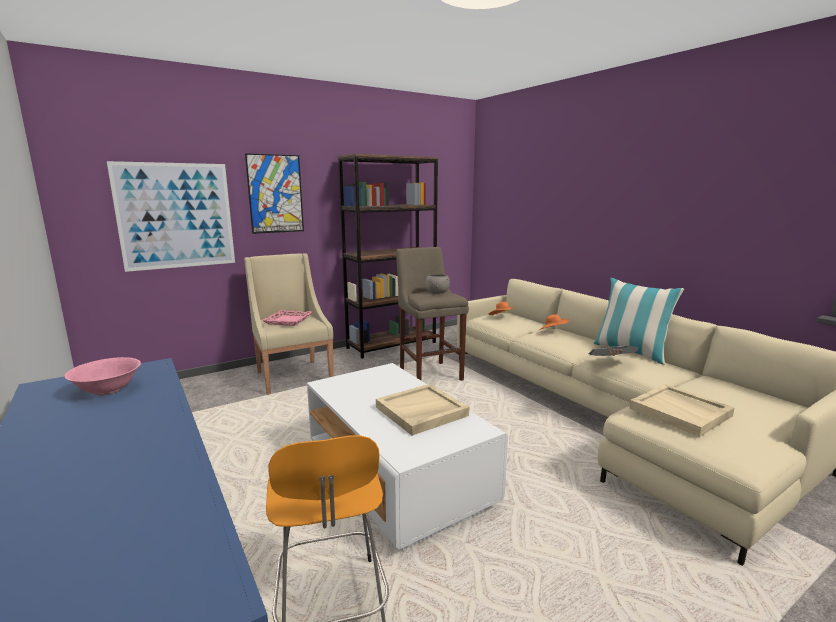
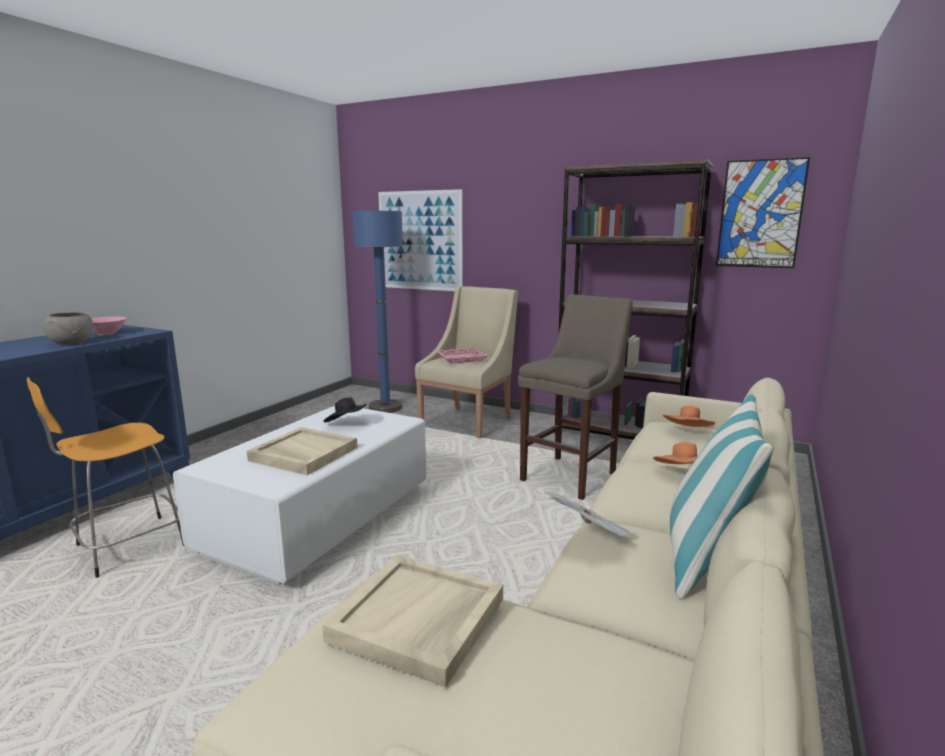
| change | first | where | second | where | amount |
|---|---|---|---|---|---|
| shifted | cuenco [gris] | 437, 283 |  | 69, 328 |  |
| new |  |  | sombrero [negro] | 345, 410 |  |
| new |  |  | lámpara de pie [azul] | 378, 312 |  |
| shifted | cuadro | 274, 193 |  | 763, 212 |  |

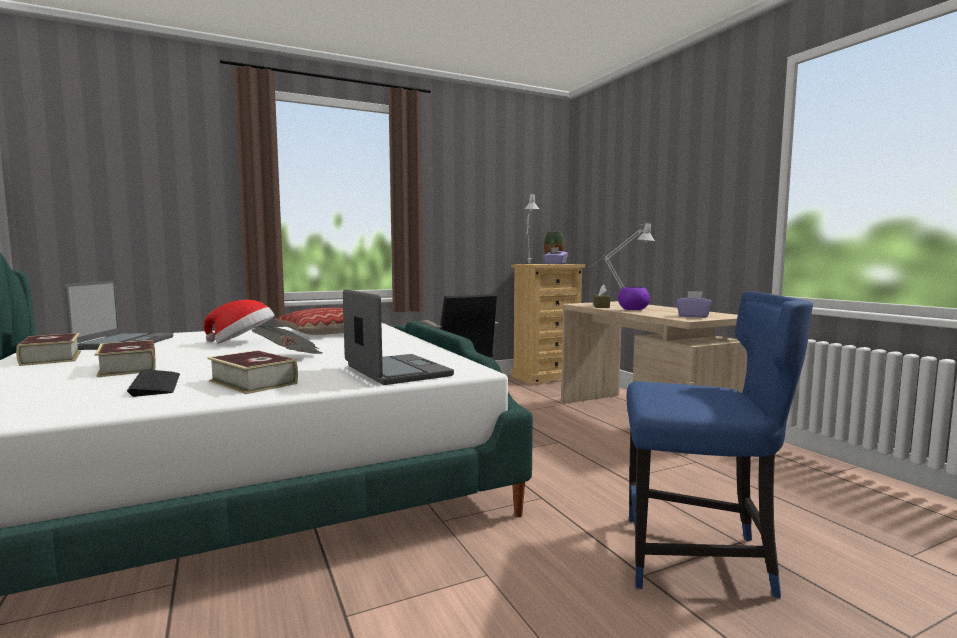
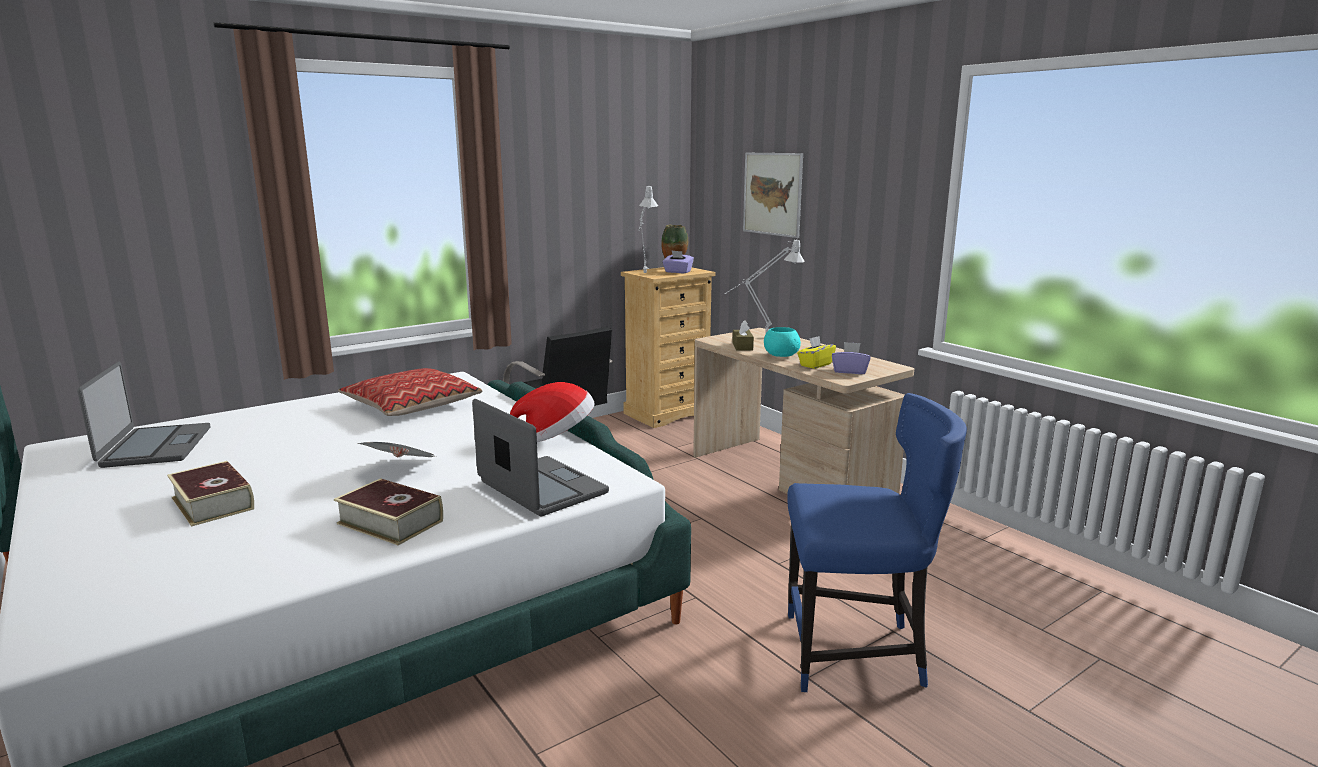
| change | first | where | second | where | amount |
|---|---|---|---|---|---|
| shifted | sombrero | 239, 322 |  | 552, 412 |  |
| new |  |  | cuadro | 773, 195 |  |
| repainted | cuenco [morado] | 634, 298 | cuenco [turquesa] | 782, 342 |  |
| new |  |  | caja de pañuelos [amarillo] | 816, 352 |  |
| gone | libro | 48, 349 |  |  |  |
| gone | teclado | 153, 383 |  |  |  |

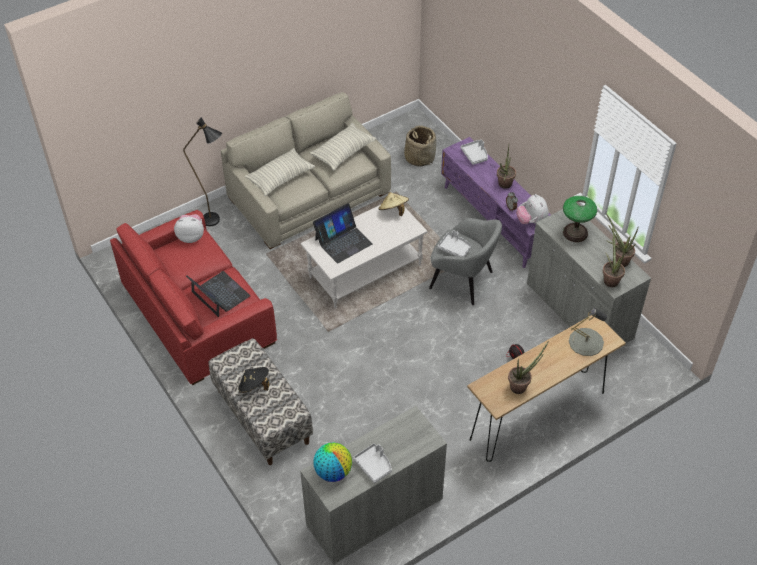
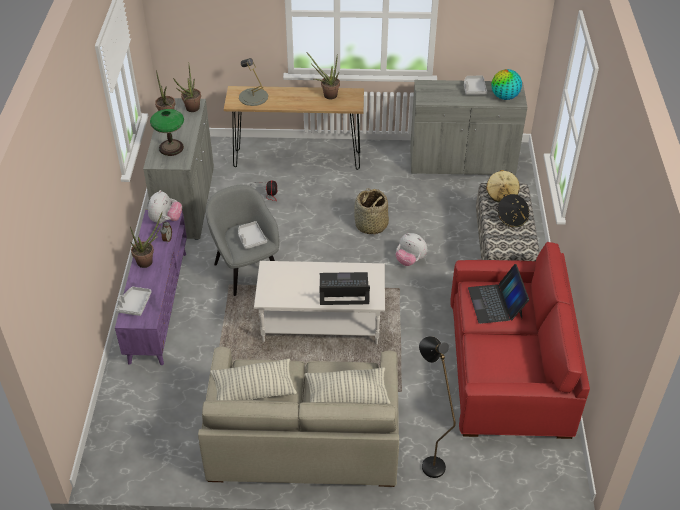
| change | first | where | second | where | amount |
|---|---|---|---|---|---|
| shifted | cesta | 420, 146 |  | 371, 211 |  |
| shifted | peluche | 189, 228 |  | 411, 249 |  |
| shifted | sombrero [beis] | 394, 204 |  | 503, 186 |  |

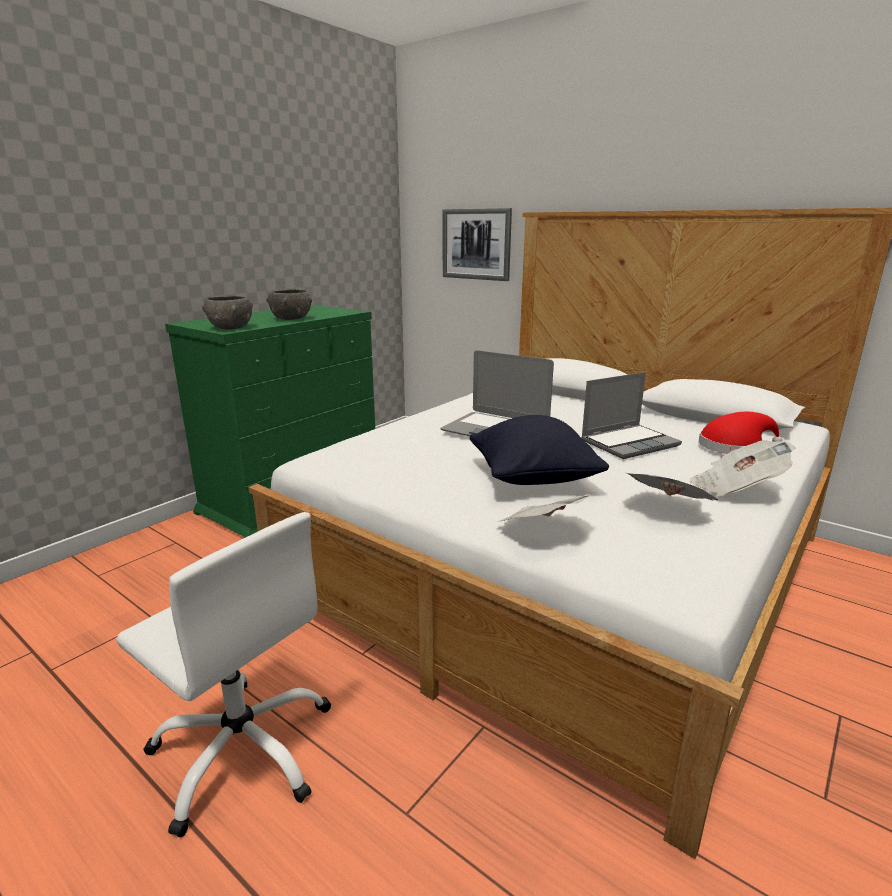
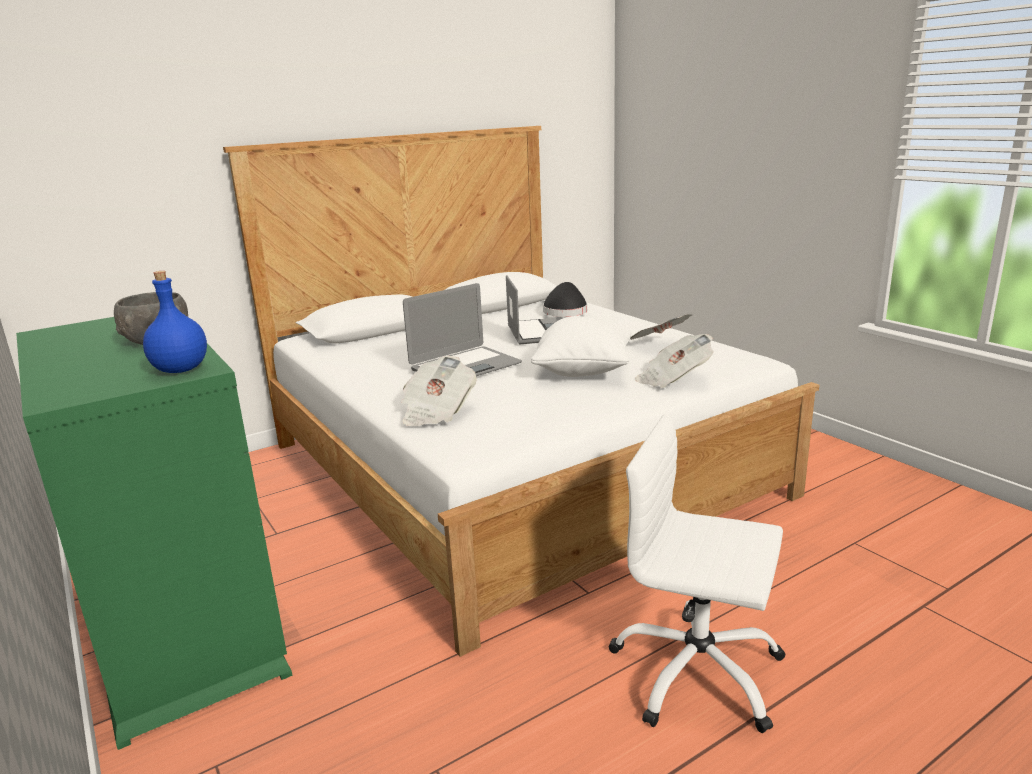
| change | first | where | second | where | amount |
|---|---|---|---|---|---|
| swapped | cuenco [gris] | 227, 312 | botella [azul] | 175, 322 |  |
| shifted | periódico | 743, 468 |  | 439, 391 |  |
| repainted | cojín [negro] | 539, 450 | cojín [blanco] | 581, 346 |  |
| repainted | sombrero [rojo] | 740, 433 | sombrero [negro] | 565, 299 |  |
| rotated | silla de oficina [blanco] | 223, 674 |  | 697, 573 | 120 degrees counterclockwise |
| gone | cuadro | 477, 244 |  |  |  |

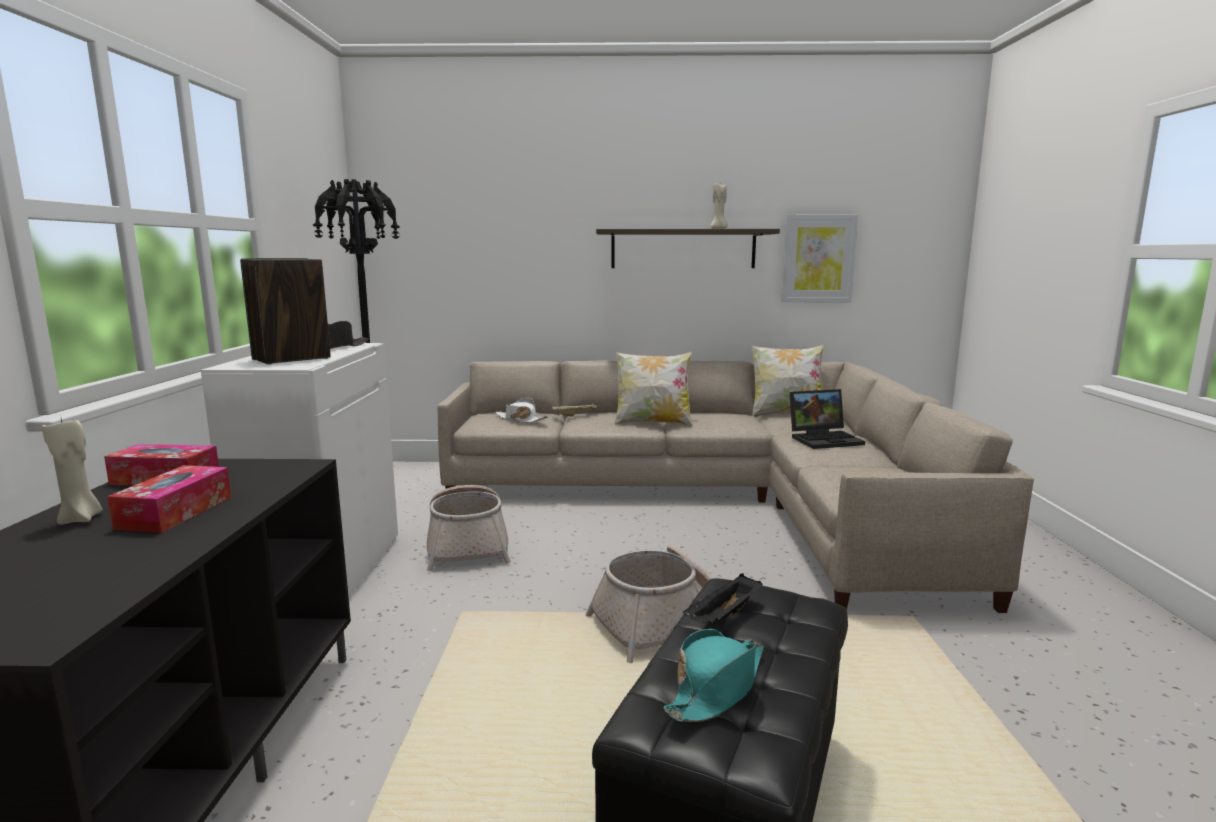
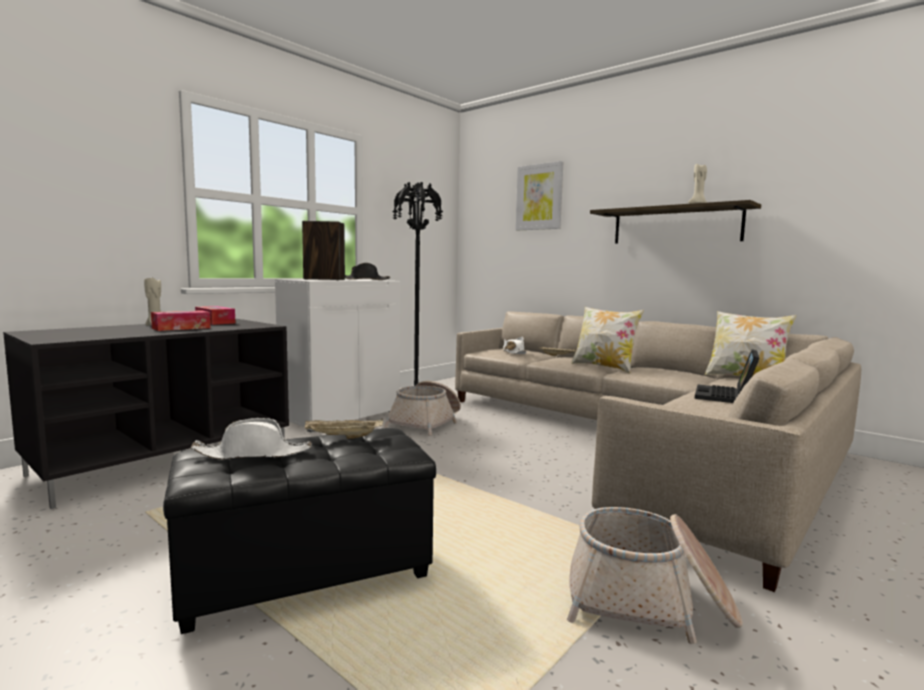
| change | first | where | second | where | amount |
|---|---|---|---|---|---|
| repainted | sombrero [turquesa] | 713, 675 | sombrero [blanco] | 251, 438 |  |
| repainted | bandeja [negro] | 723, 598 | bandeja [beis] | 344, 428 |  |
| shifted | cuadro | 819, 258 |  | 539, 195 |  |
| shifted | cesta | 648, 604 |  | 655, 575 |  |
| rotated | portátil | 827, 419 |  | 727, 376 | 90 degrees clockwise |

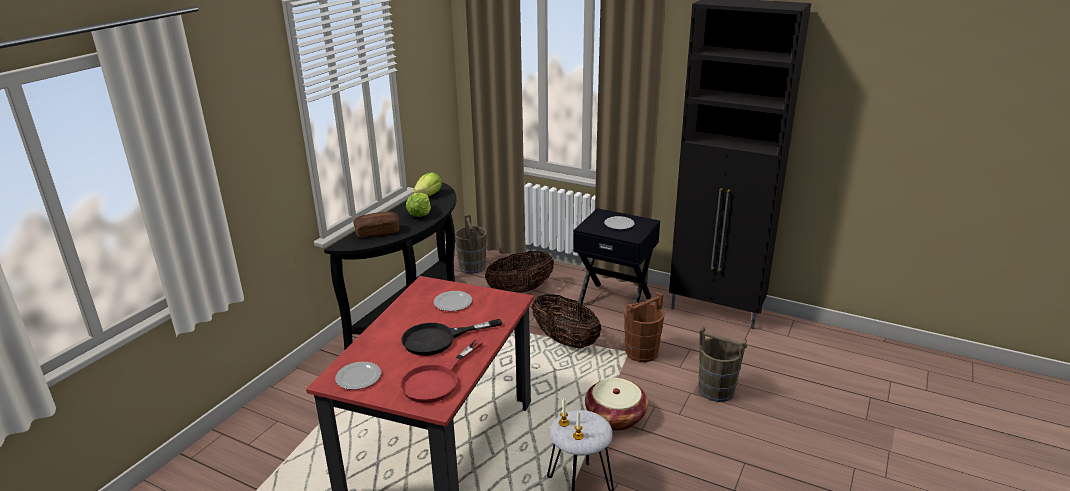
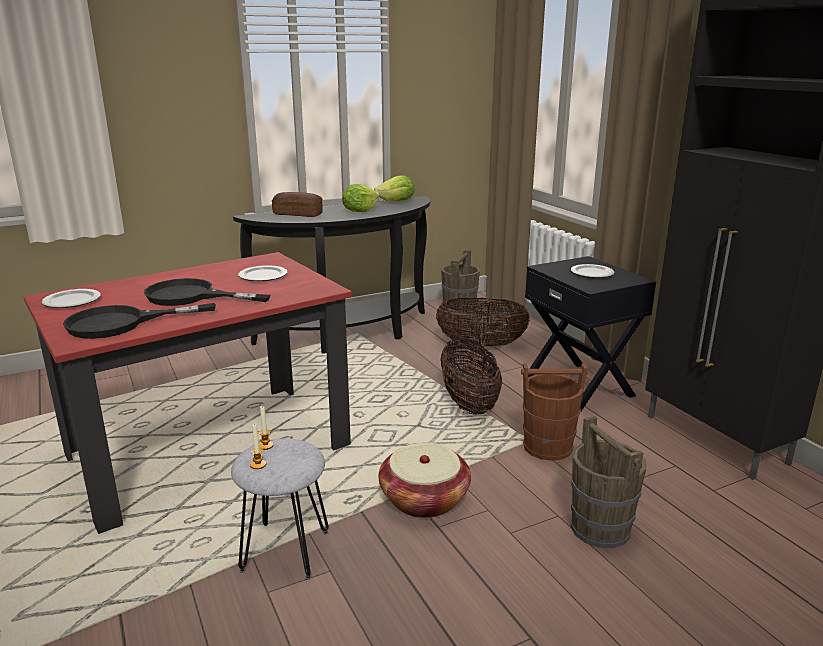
| change | first | where | second | where | amount |
|---|---|---|---|---|---|
| repainted | sartén [rojo] | 441, 371 | sartén [negro] | 139, 321 |  |

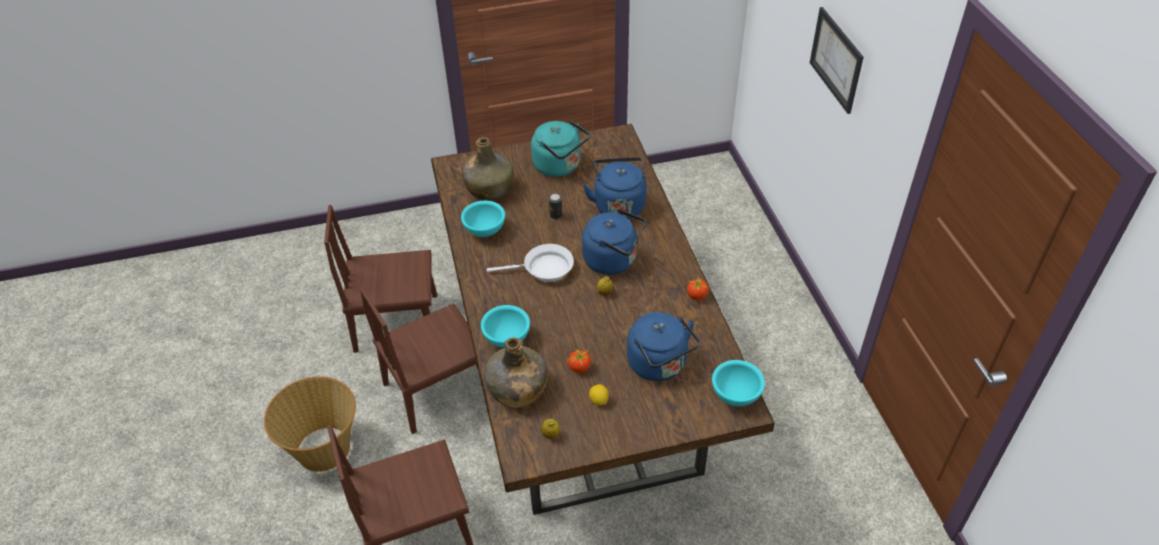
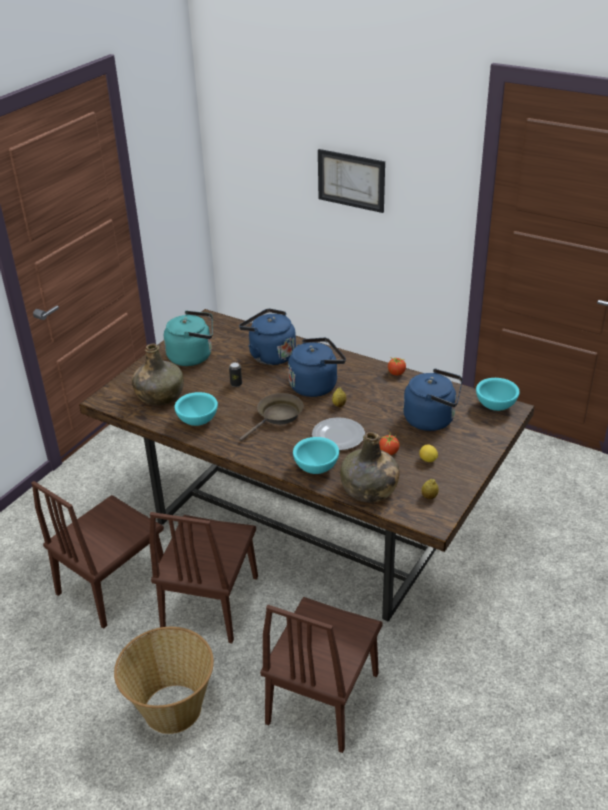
| change | first | where | second | where | amount |
|---|---|---|---|---|---|
| repainted | sartén [blanco] | 530, 263 | sartén [marrón] | 271, 417 |  |
| new |  |  | plato | 338, 433 |  |

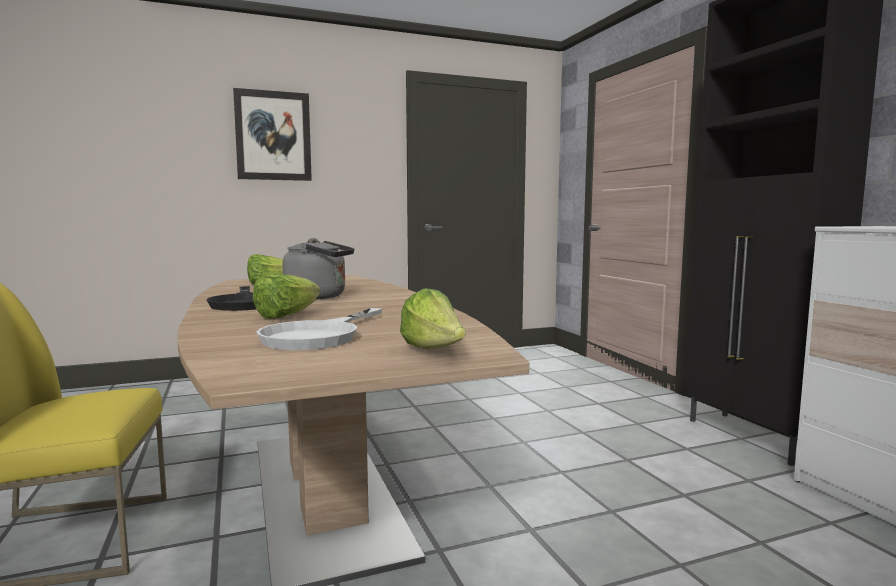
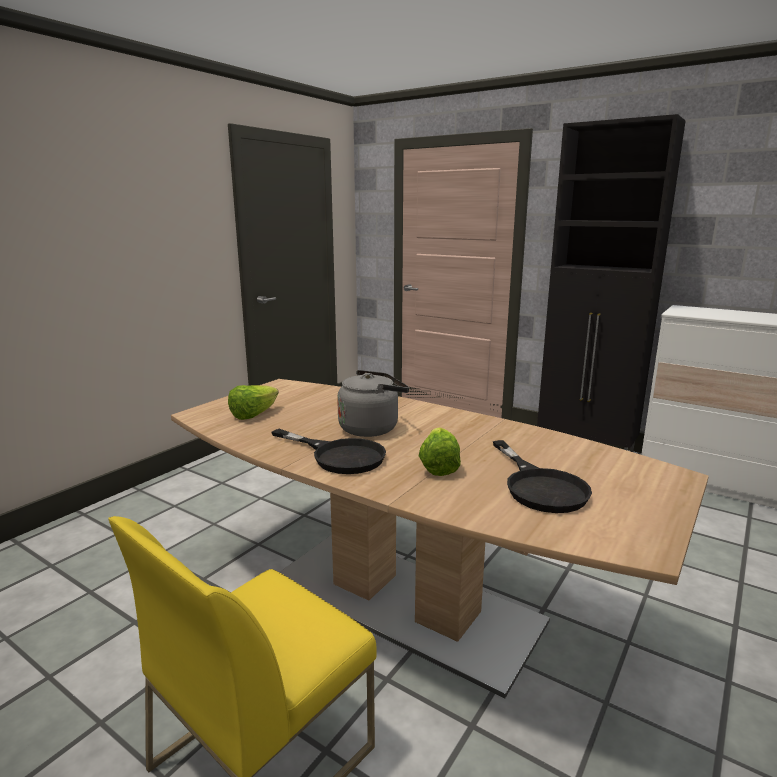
| change | first | where | second | where | amount |
|---|---|---|---|---|---|
| repainted | sartén [blanco] | 319, 329 | sartén [negro] | 542, 476 |  |
| gone | cuadro | 272, 134 |  |  |  |
| gone | lechuga | 433, 318 |  |  |  |

